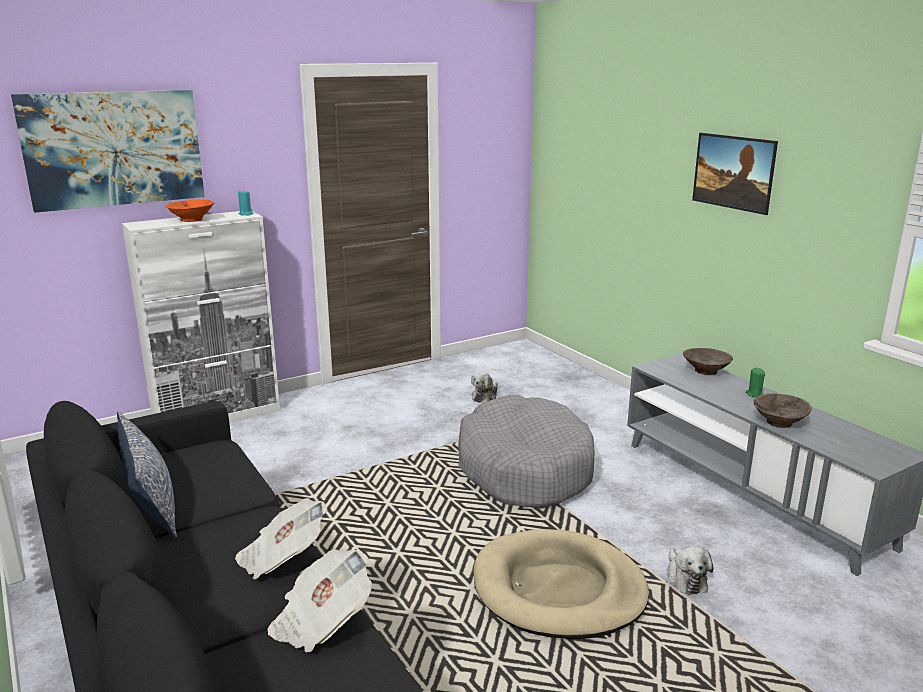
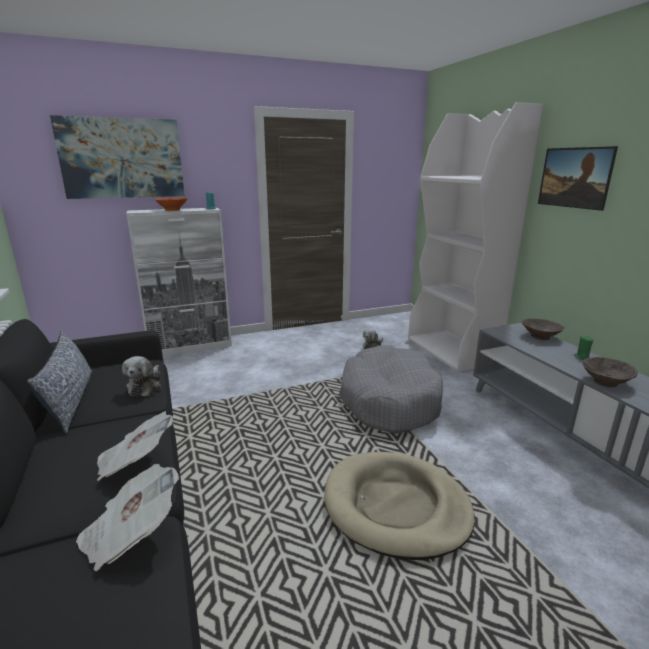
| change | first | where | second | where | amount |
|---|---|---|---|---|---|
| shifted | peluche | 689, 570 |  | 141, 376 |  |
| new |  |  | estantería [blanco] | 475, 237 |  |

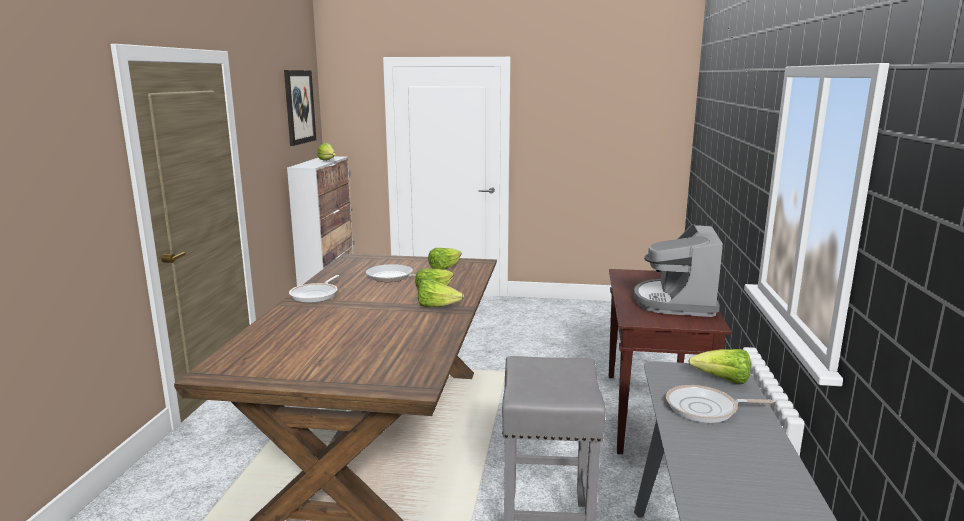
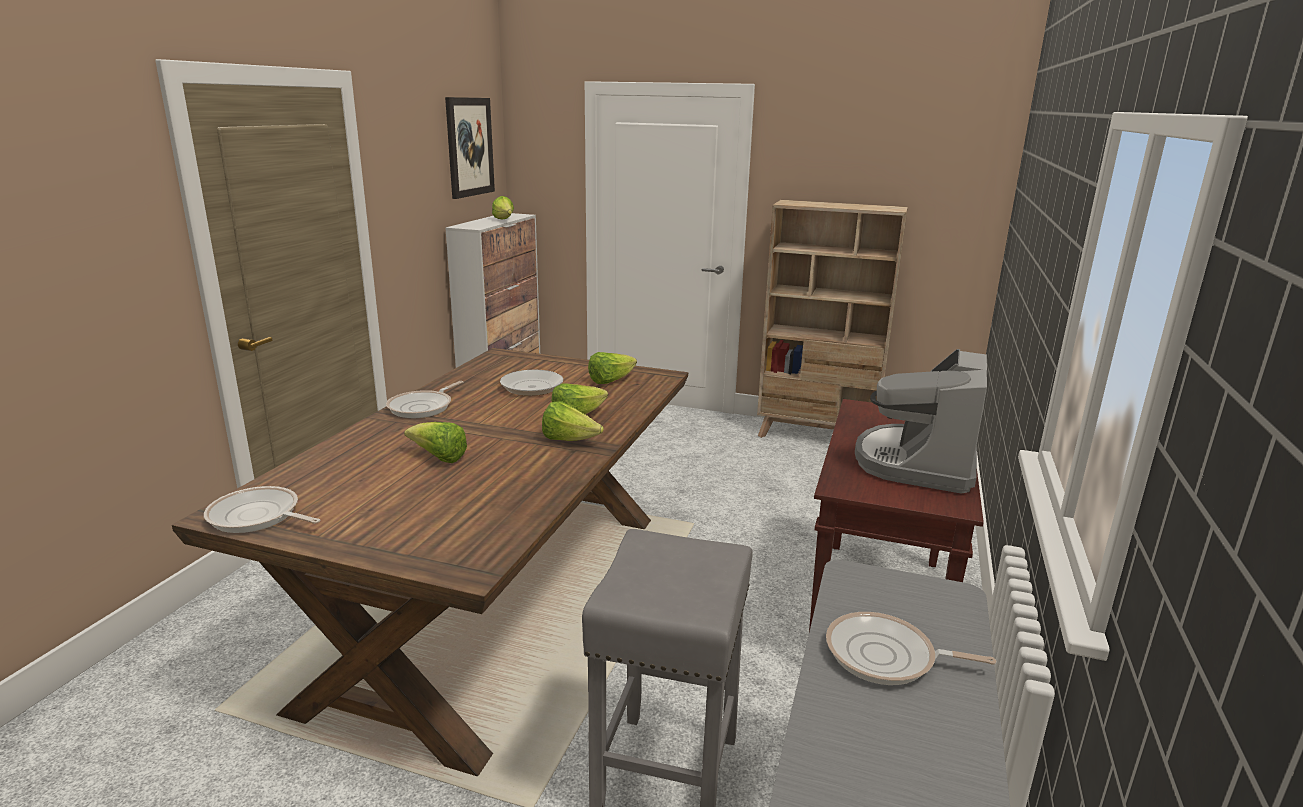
| change | first | where | second | where | amount |
|---|---|---|---|---|---|
| new |  |  | sartén | 262, 509 |  |
| shifted | lechuga | 719, 366 |  | 435, 442 |  |
| new |  |  | estantería [beis] | 832, 319 |  |

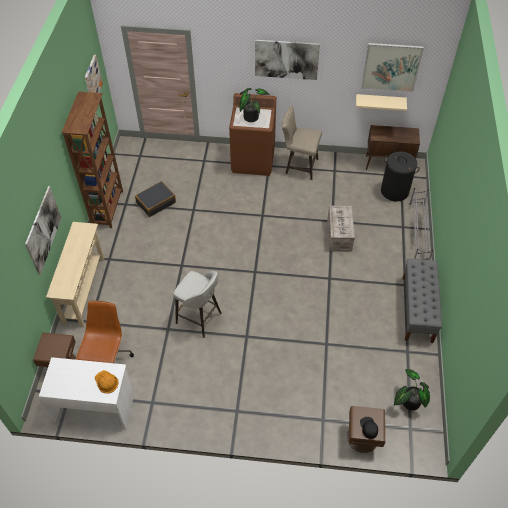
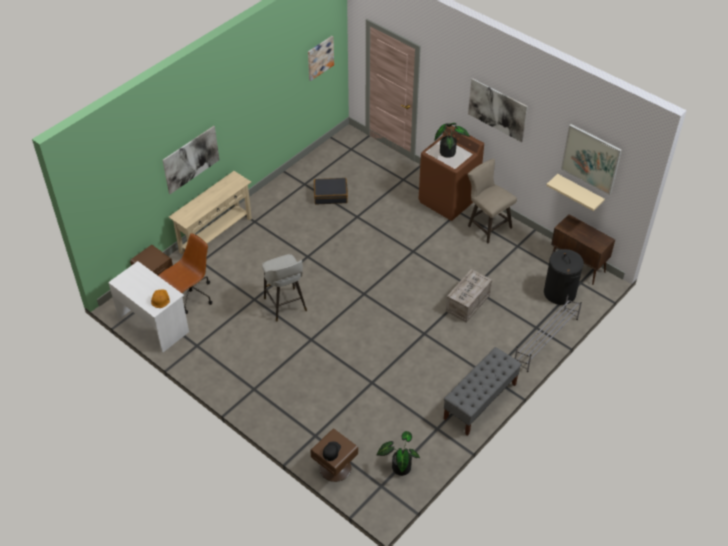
| change | first | where | second | where | amount |
|---|---|---|---|---|---|
| gone | estantería [marrón] | 92, 159 |  |  |  |

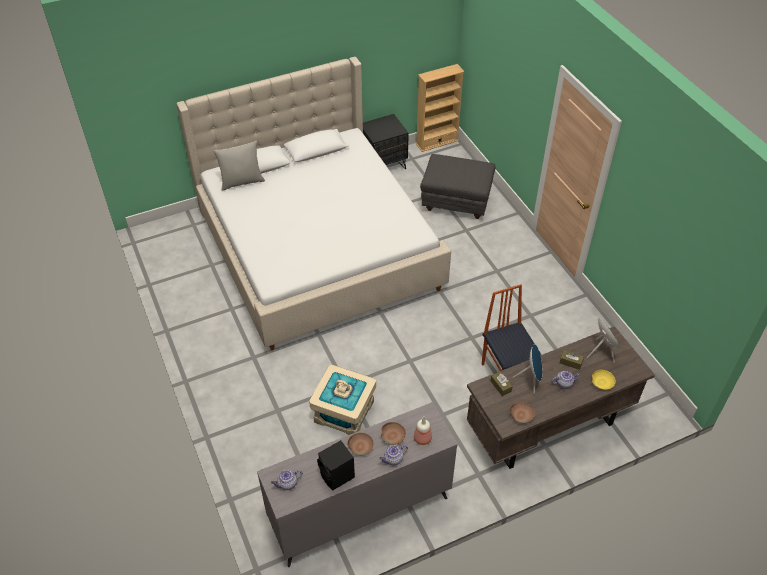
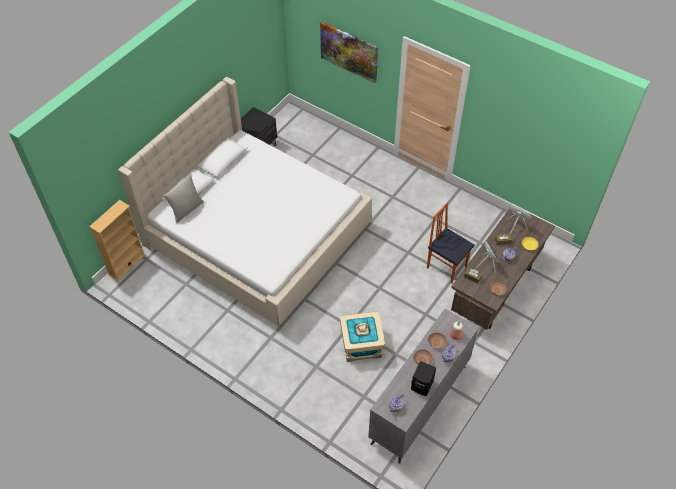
| change | first | where | second | where | amount |
|---|---|---|---|---|---|
| shifted | estantería [beis] | 440, 108 |  | 117, 240 |  |
| new |  |  | cuadro | 349, 52 |  |
| gone | puf [gris] | 458, 186 |  |  |  |

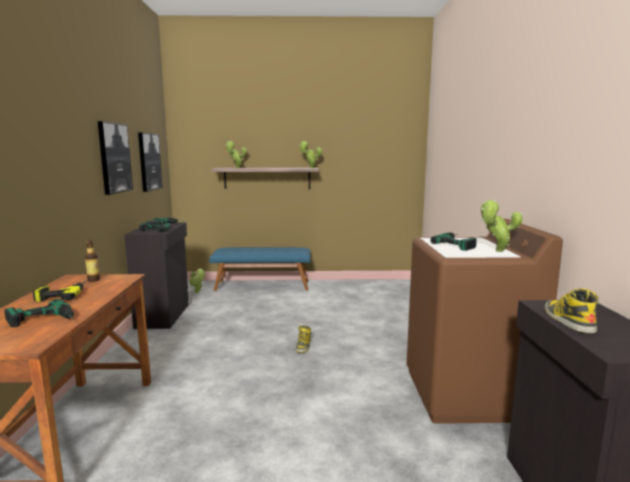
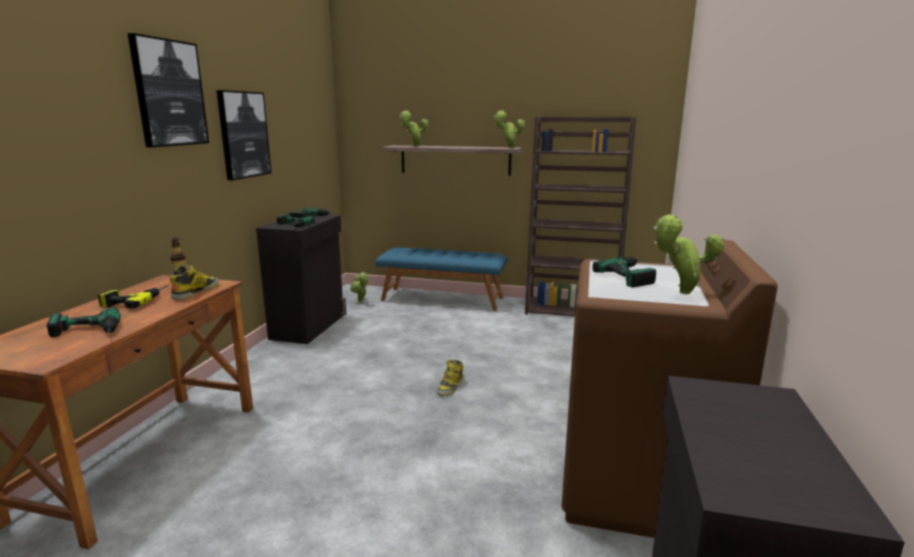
| change | first | where | second | where | amount |
|---|---|---|---|---|---|
| shifted | cuadro | 150, 162 |  | 168, 90 |  |
| shifted | bota | 572, 311 |  | 194, 282 |  |
| new |  |  | estantería [marrón] | 580, 216 |  |

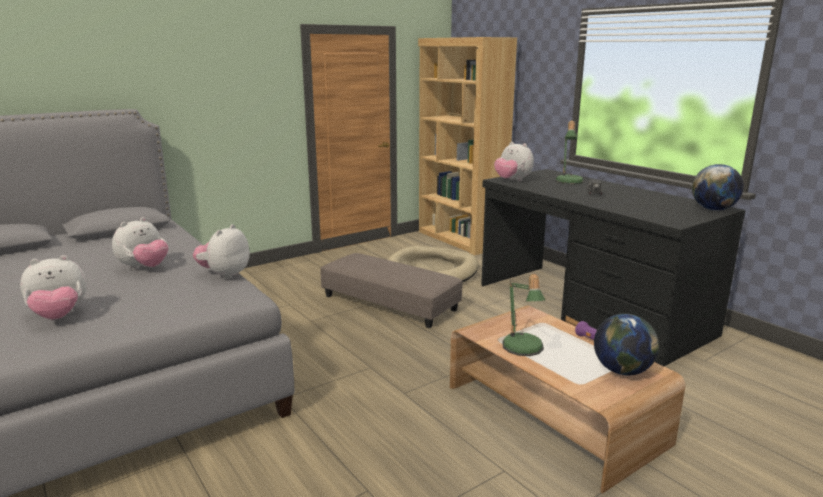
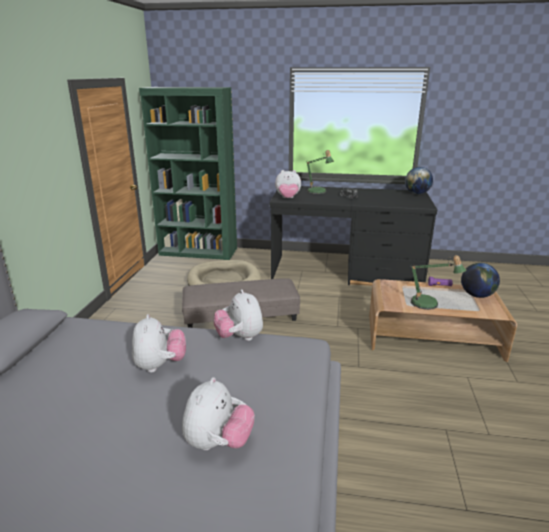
| change | first | where | second | where | amount |
|---|---|---|---|---|---|
| repainted | estantería [marrón] | 467, 146 | estantería [verde] | 188, 173 |  |

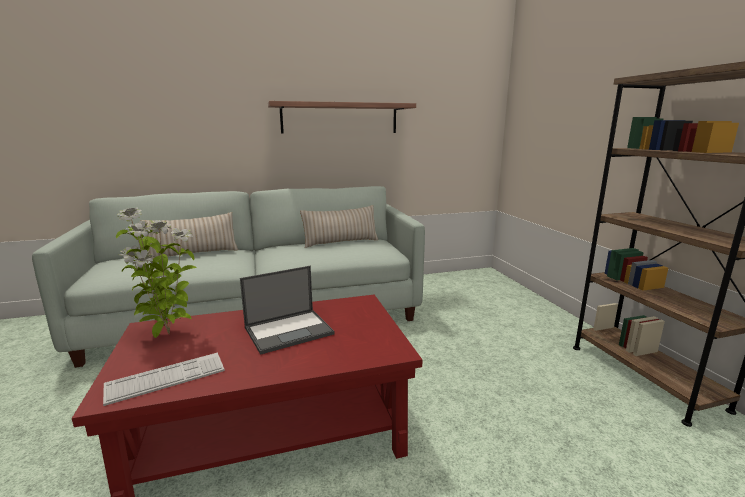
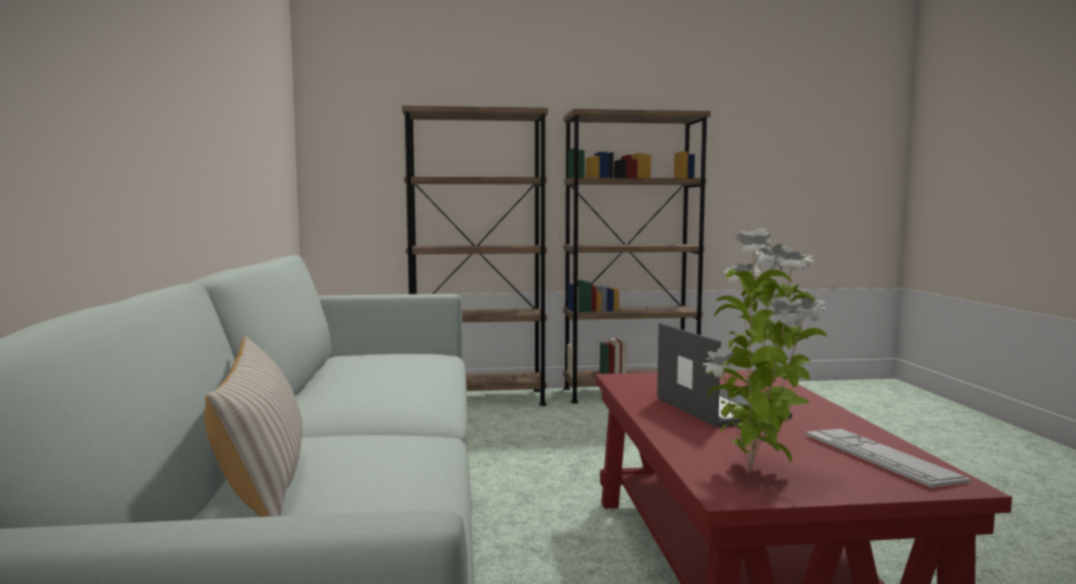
| change | first | where | second | where | amount |
|---|---|---|---|---|---|
| new |  |  | estantería [marrón] | 475, 256 |  |
| gone | estante | 342, 117 |  |  |  |
| gone | cojín [beis] | 339, 226 |  |  |  |

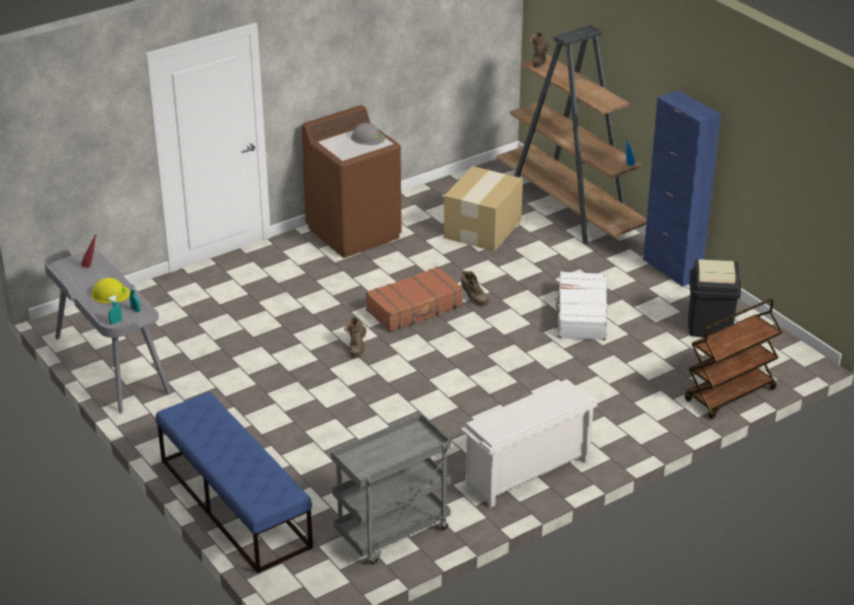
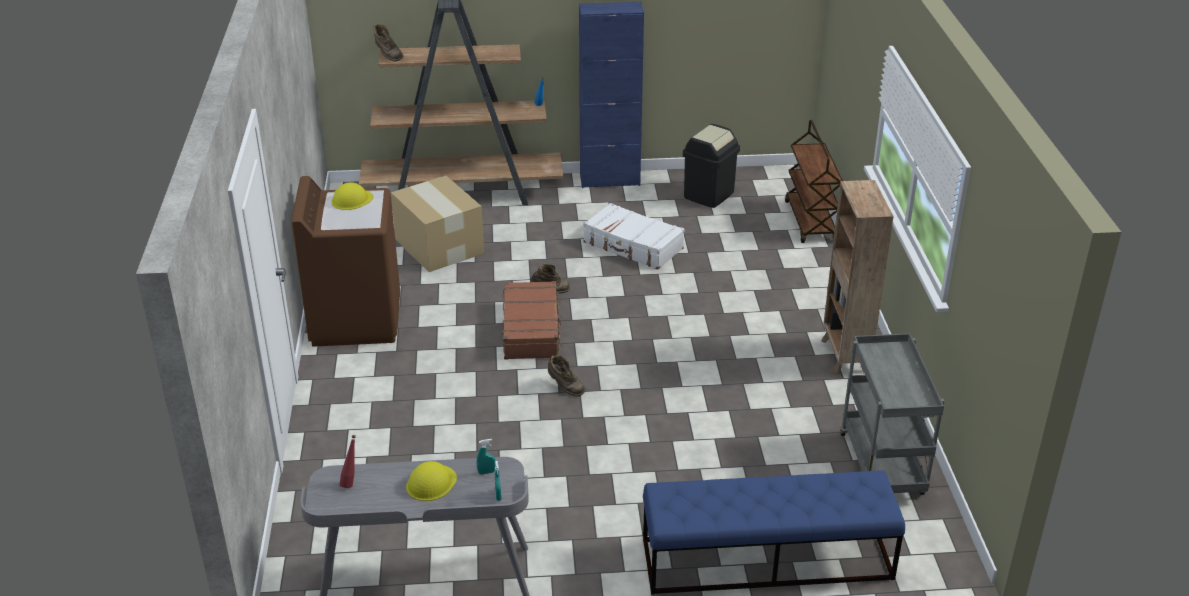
| change | first | where | second | where | amount |
|---|---|---|---|---|---|
| repainted | casco [gris] | 368, 134 | casco [amarillo] | 352, 196 |  |
| swapped | zapatero [blanco] | 529, 443 | estantería [marrón] | 857, 277 |  |

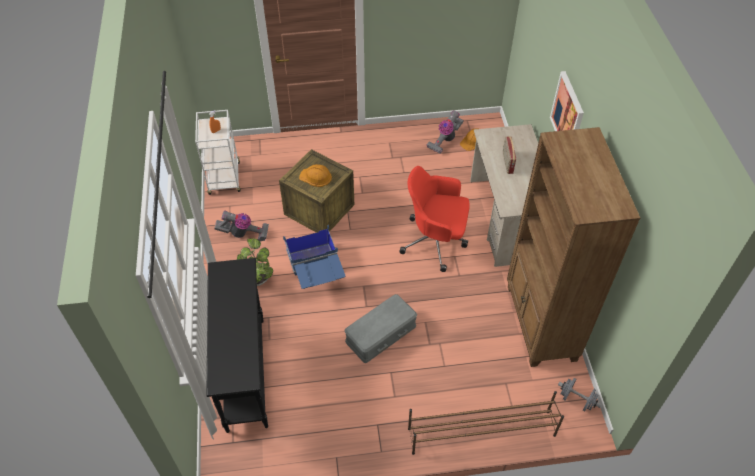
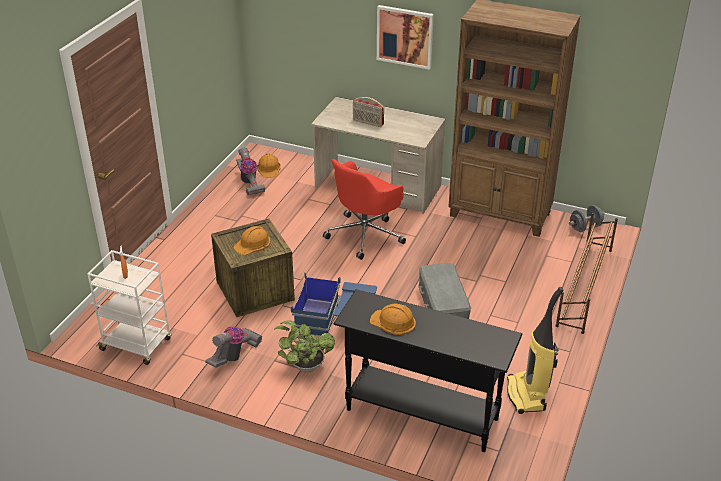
| change | first | where | second | where | amount |
|---|---|---|---|---|---|
| new |  |  | casco [naranja] | 393, 319 |  |
| new |  |  | aspiradora | 535, 350 |  |

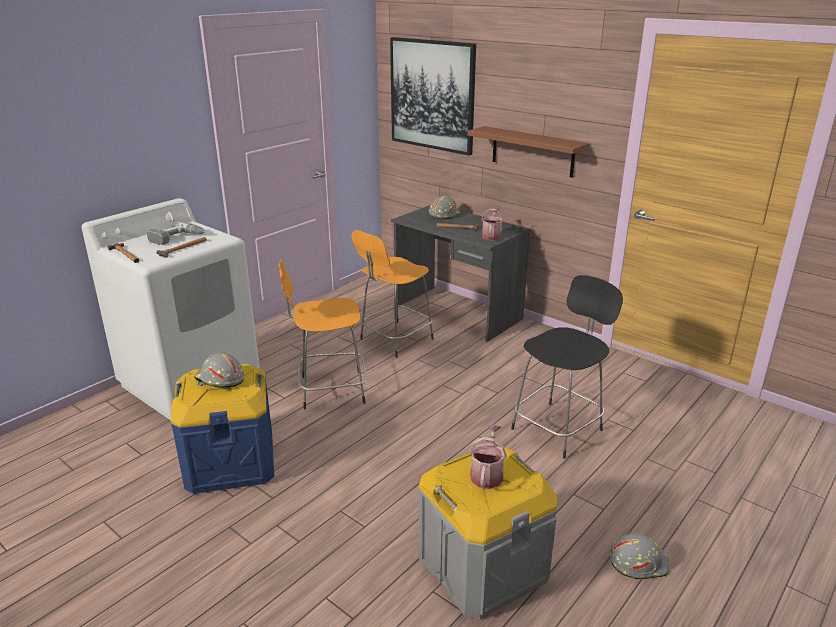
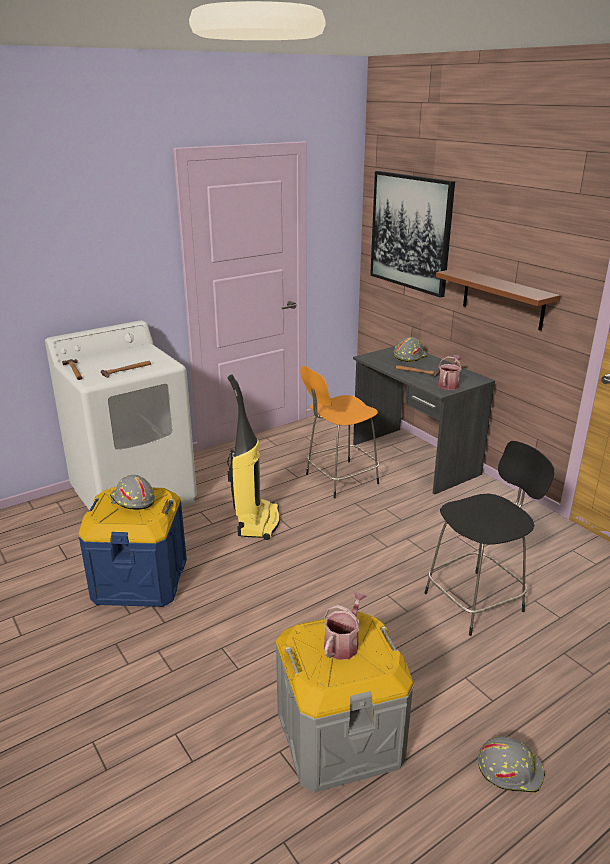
| change | first | where | second | where | amount |
|---|---|---|---|---|---|
| swapped | taburete [naranja] | 323, 334 | aspiradora | 253, 457 |  |
| gone | taladro | 176, 233 |  |  |  |

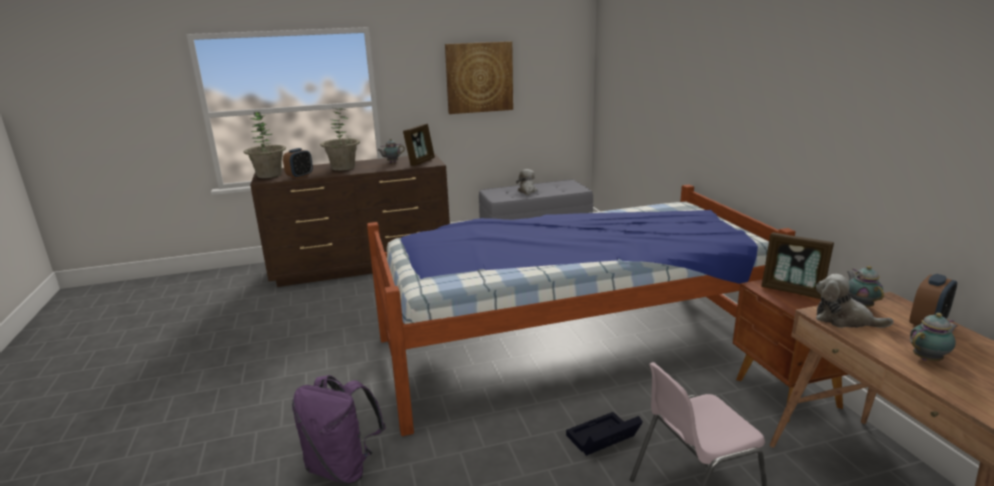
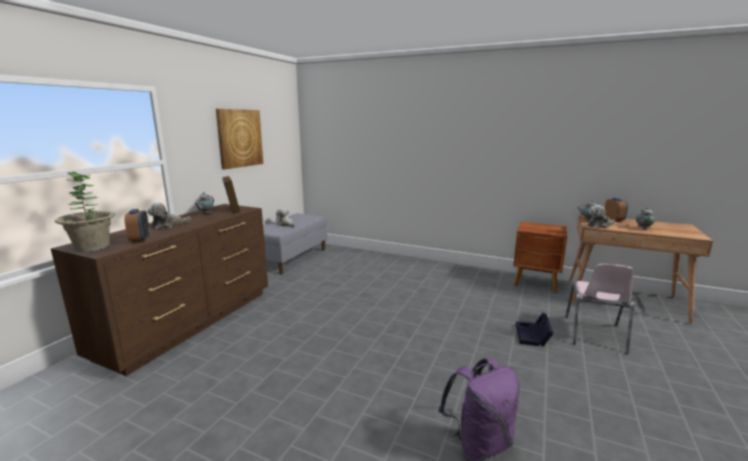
| change | first | where | second | where | amount |
|---|---|---|---|---|---|
| swapped | planta en maceta | 340, 139 | peluche | 169, 216 |  |
| gone | cama | 581, 310 |  |  |  |
| gone | portarretratos | 797, 265 |  |  |  |

